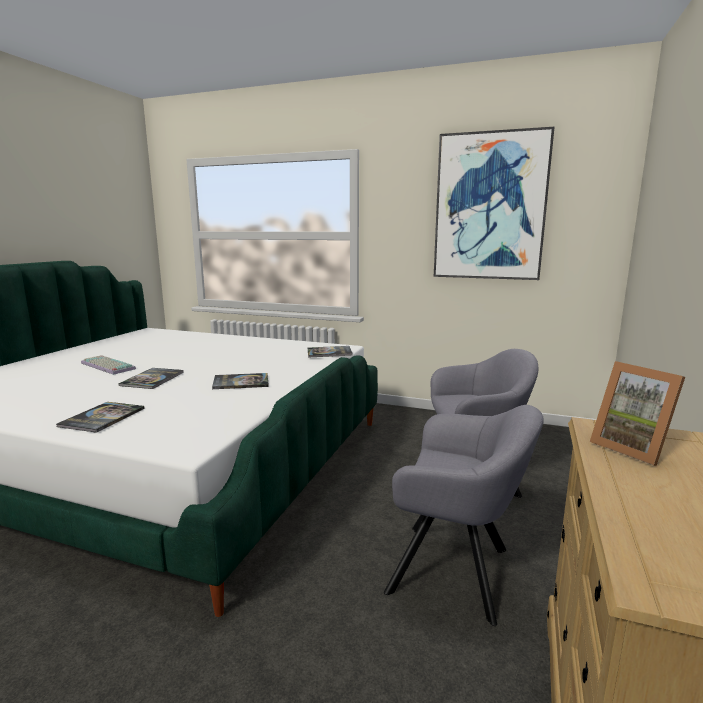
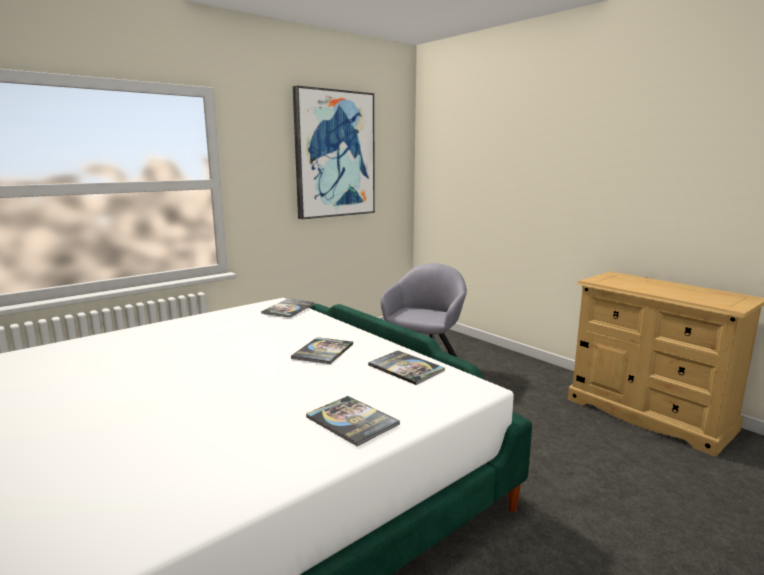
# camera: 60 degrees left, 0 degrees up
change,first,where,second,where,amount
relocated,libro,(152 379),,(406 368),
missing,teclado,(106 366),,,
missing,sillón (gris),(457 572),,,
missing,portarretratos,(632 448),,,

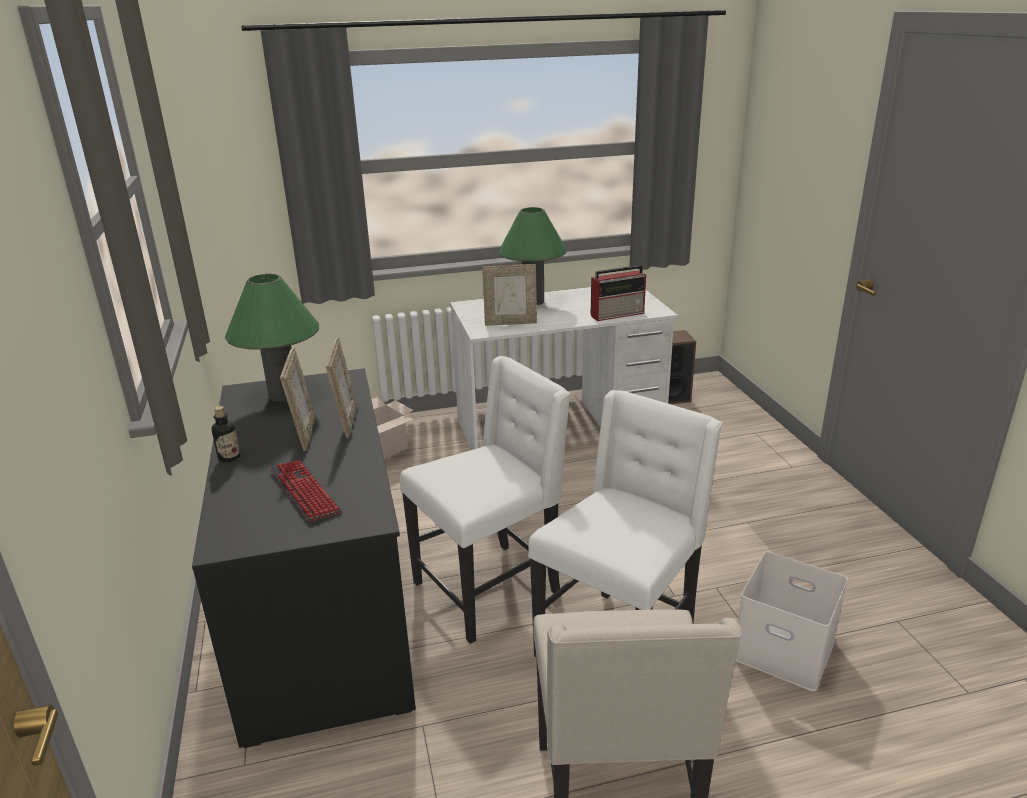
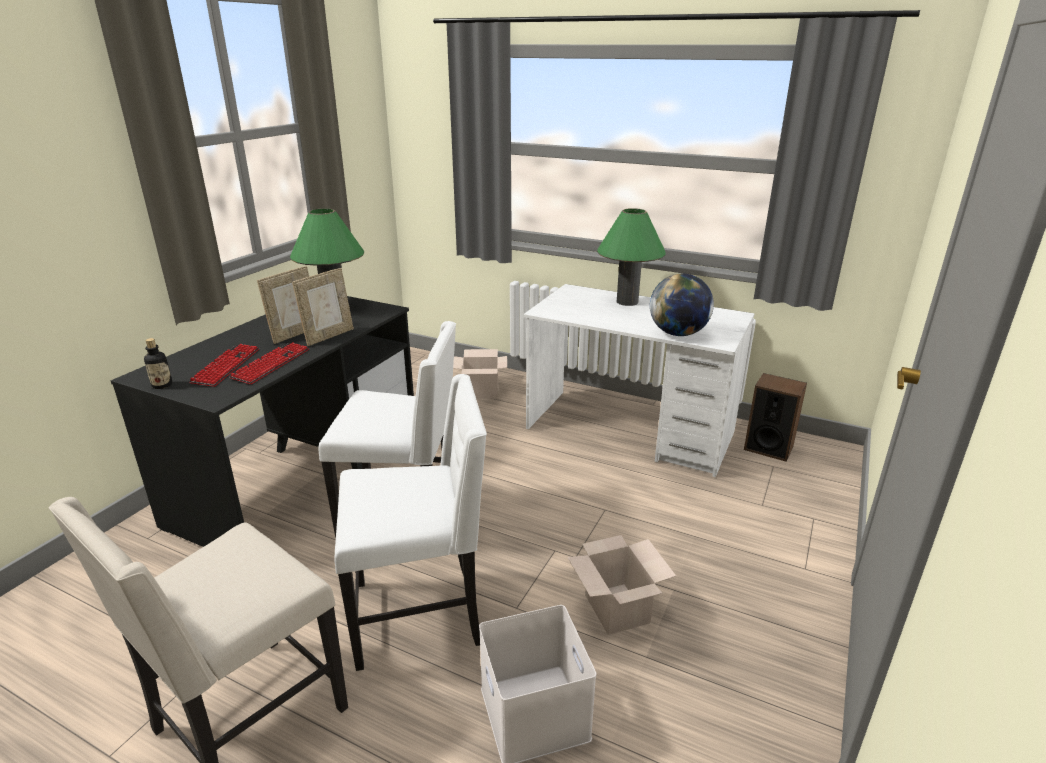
# camera: 40 degrees right, 0 degrees up
change,first,where,second,where,amount
relocated,botella,(229 457),,(162 385),
appeared,,,teclado,(271 364),
appeared,,,caja de cartón,(618 609),
exchanged,radio,(618 314),globo terráqueo,(678 333),
missing,portarretratos,(510 323),,,

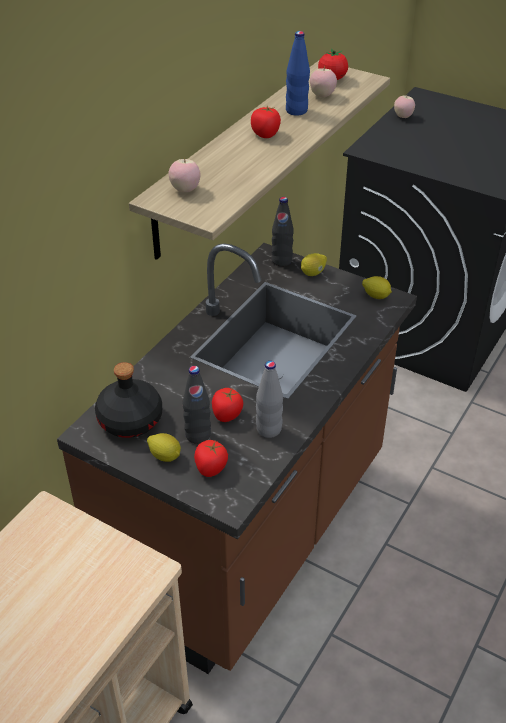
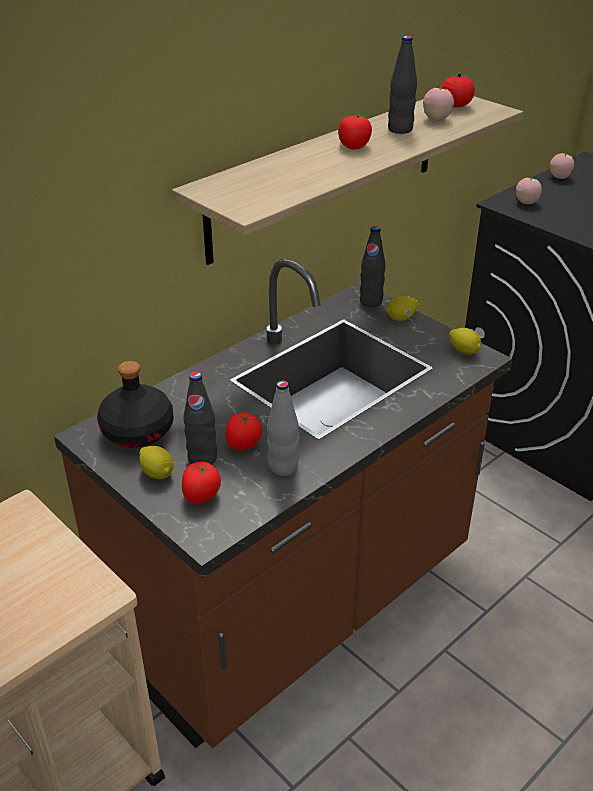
# camera: 15 degrees right, 5 degrees down
change,first,where,second,where,amount
colour,botella (azul),(296 111),botella (negro),(400 129),
relocated,manzana,(185 190),,(526 203),

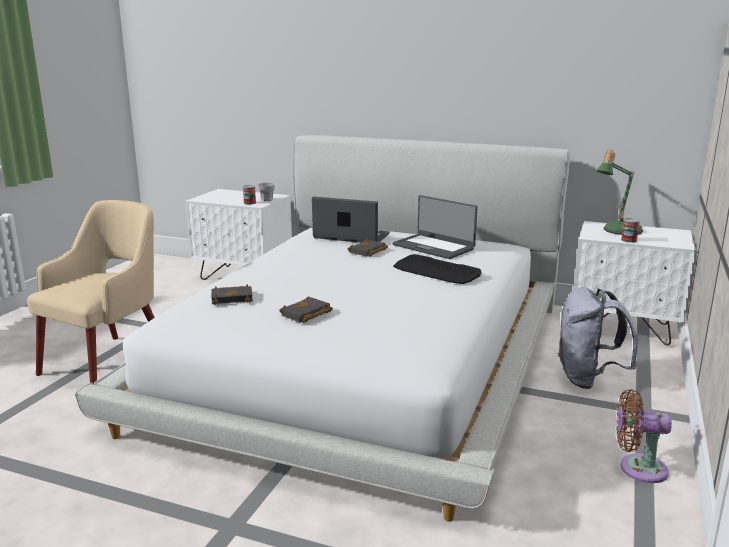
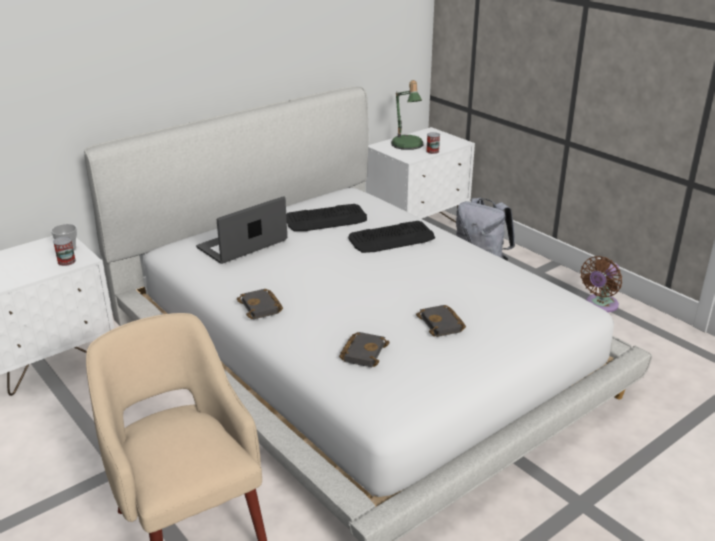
# camera: 60 degrees left, 10 degrees up
change,first,where,second,where,amount
relocated,libro (negro),(368 252),,(262 307),
exchanged,portátil,(434 247),teclado,(326 219),

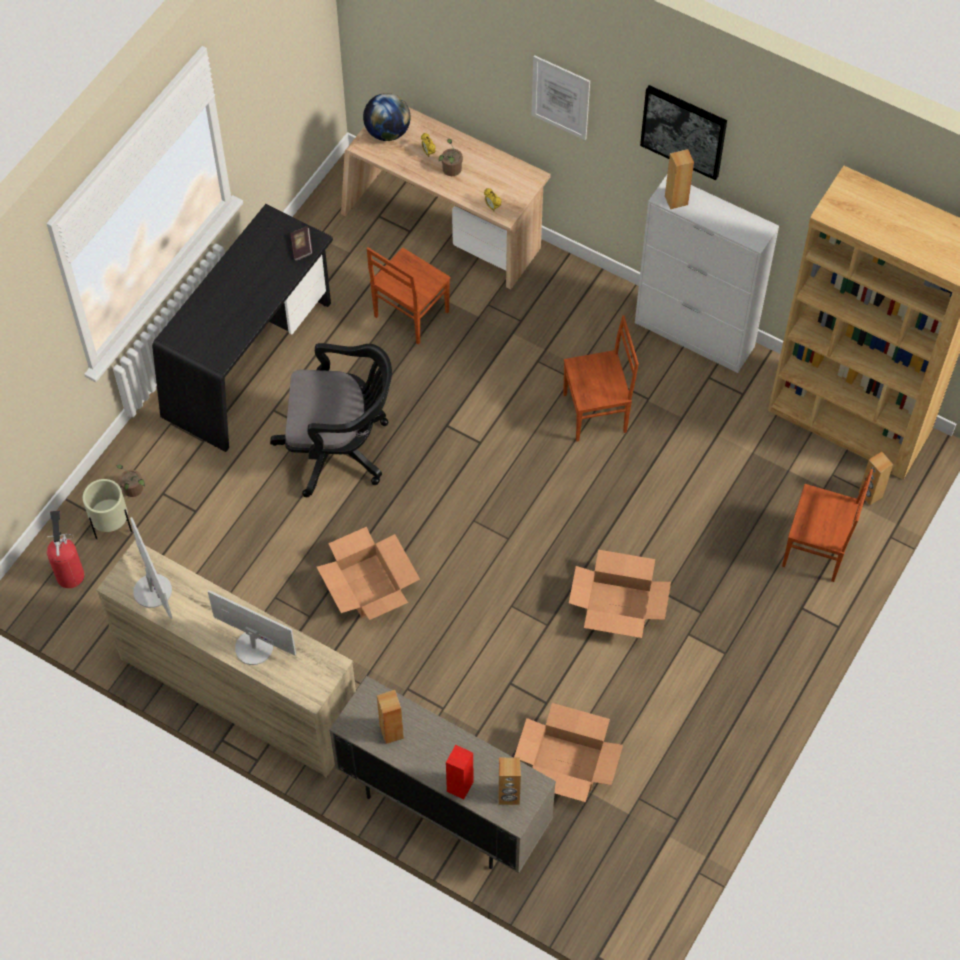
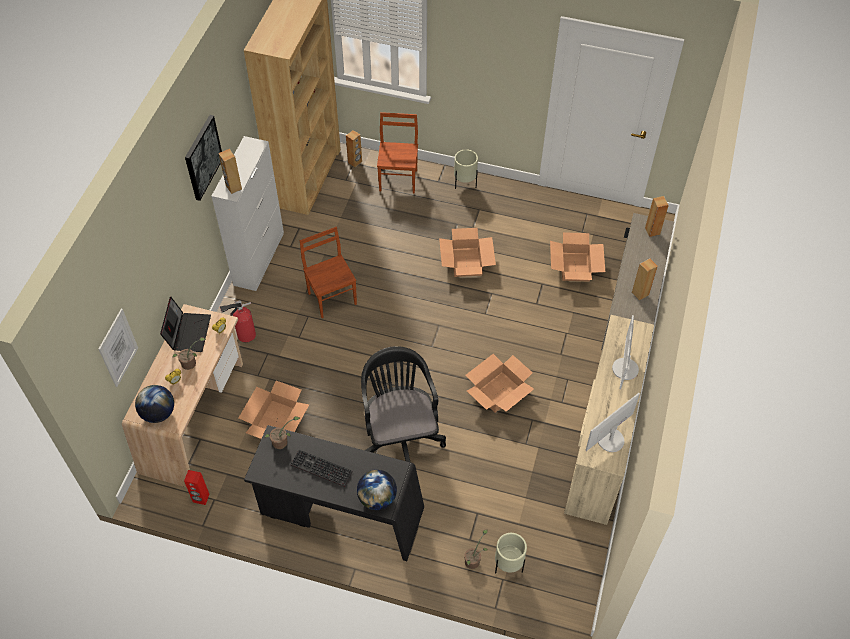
# camera: 105 degrees left, 5 degrees down
change,first,where,second,where,amount
relocated,cuadro,(560 97),,(118 348),
appeared,,,portátil,(188 332),
relocated,altavoz (rojo),(459 786),,(201 498),
relocated,extintor,(70 572),,(244 335),
exchanged,silla (marrón),(410 314),caja de cartón,(276 421),
exchanged,libro,(302 247),planta en maceta,(282 442),
appeared,,,teclado,(320 469),
appeared,,,globo terráqueo,(377 498),
appeared,,,maceta (beis),(465 184),

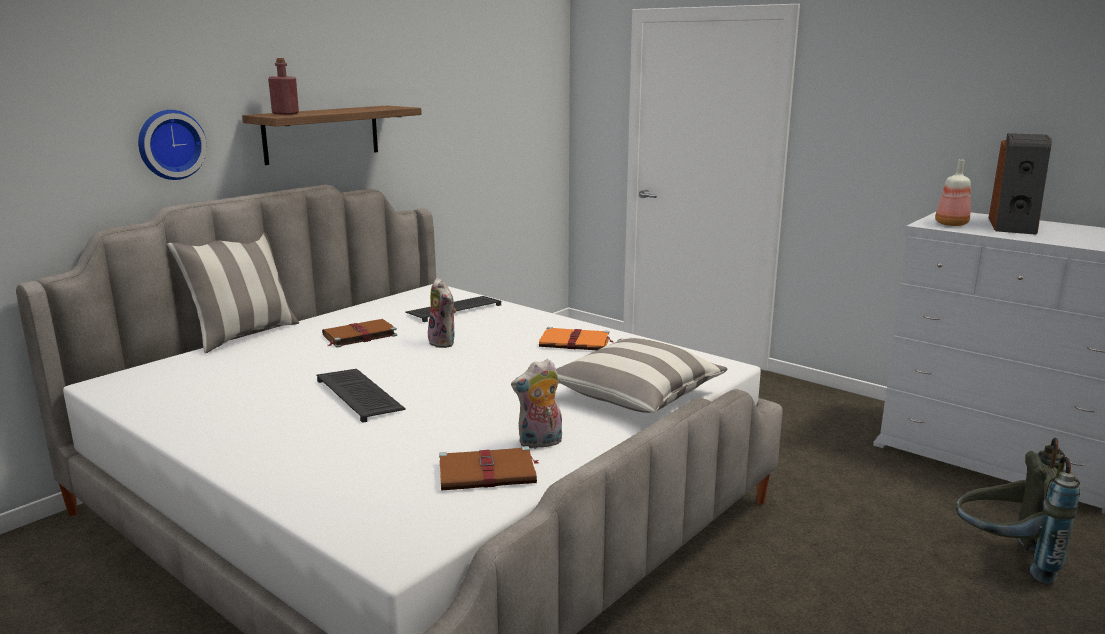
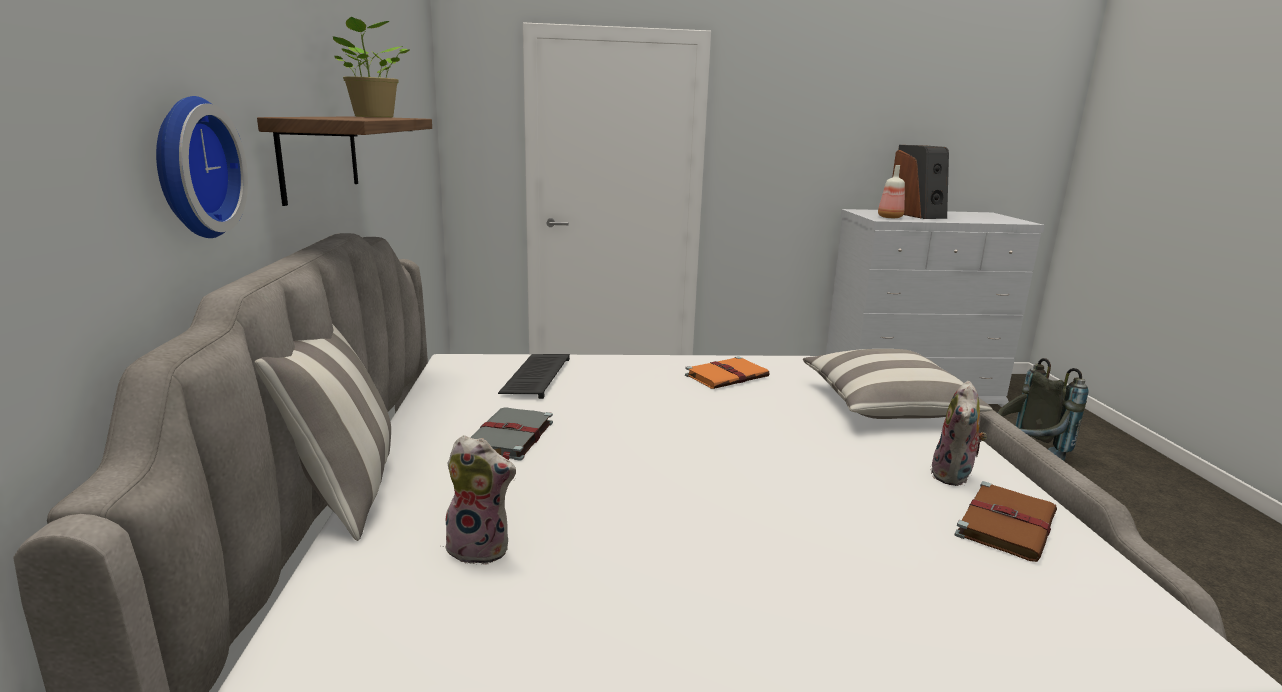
# camera: 45 degrees left, 0 degrees up
change,first,where,second,where,amount
appeared,,,planta en maceta,(373 117),
relocated,peluche,(444 342),,(481 548),
colour,libro (marrón),(358 335),libro (gris),(509 437),
missing,botella (rojo),(285 114),,,
missing,teclado,(361 396),,,

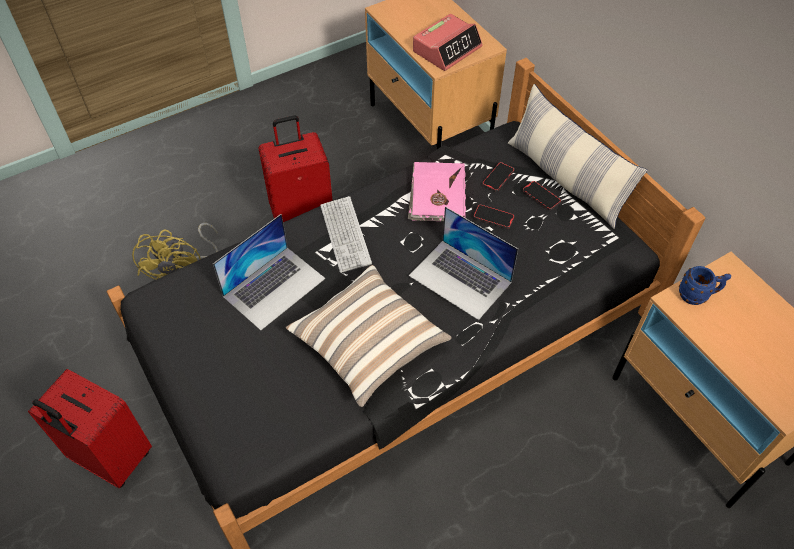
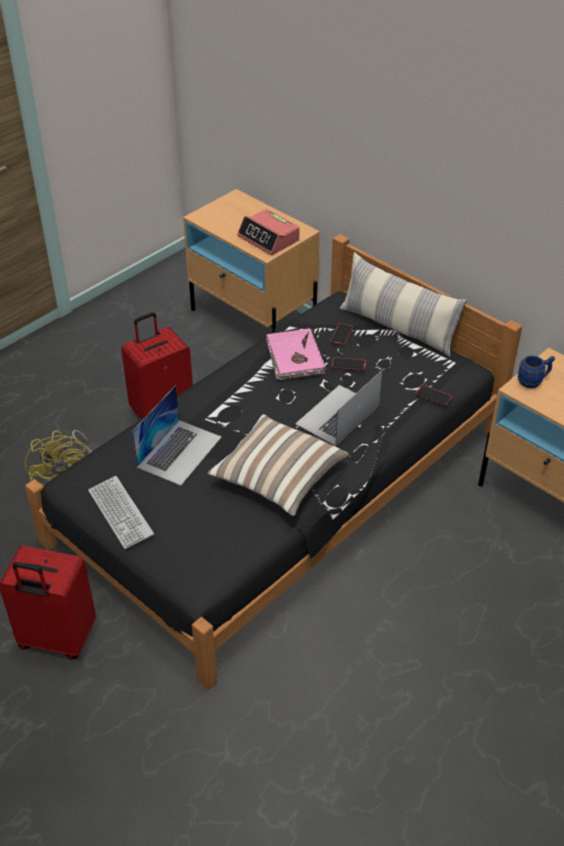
# camera: 15 degrees left, 10 degrees down
change,first,where,second,where,amount
relocated,teclado,(345 235),,(120 513),
spun,despertador,(447 49),,(269 239),105 degrees clockwise
spun,portátil,(460 279),,(337 415),105 degrees clockwise
relocated,móvil,(541 196),,(433 397),

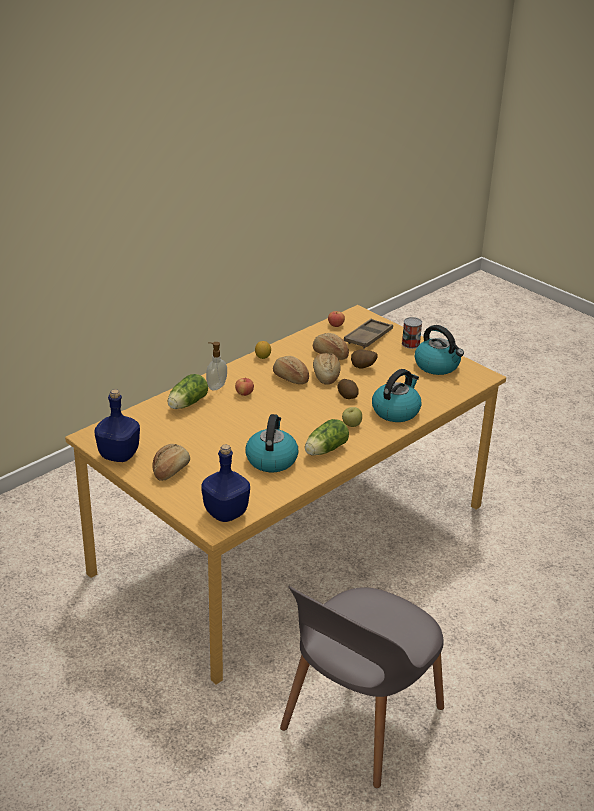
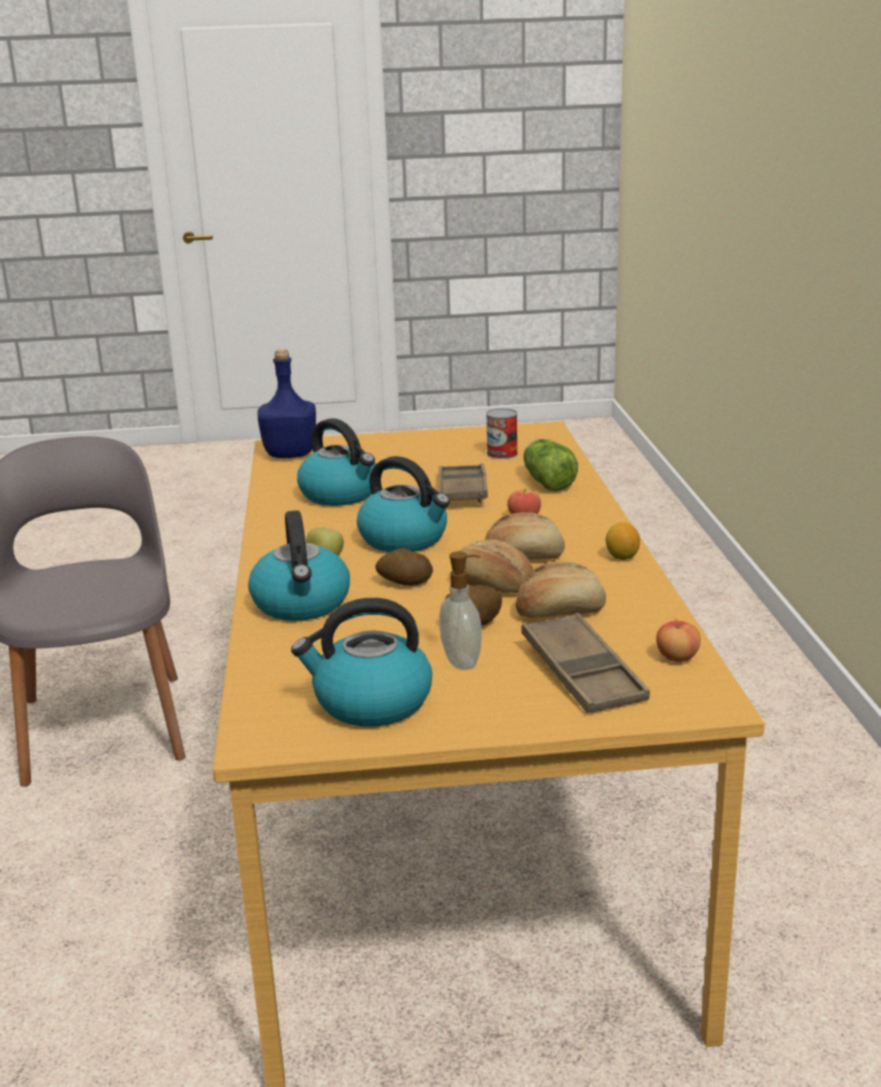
# camera: 130 degrees right, 10 degrees down
change,first,where,second,where,amount
appeared,,,hervidor,(405 539),
appeared,,,bandeja (marrón),(462 491),
relocated,dispensador de jabón,(216 386),,(463 661),
relocated,lata,(410 344),,(502 454),
missing,botella (azul),(118 455),,,
missing,pan,(170 470),,,
missing,lechuga,(324 450),,,

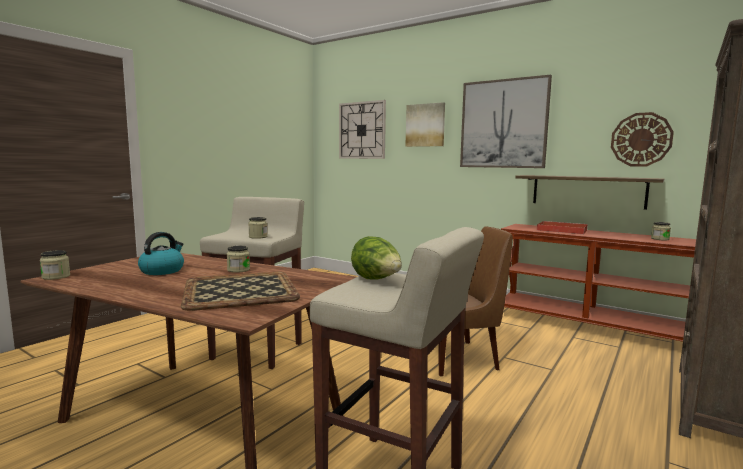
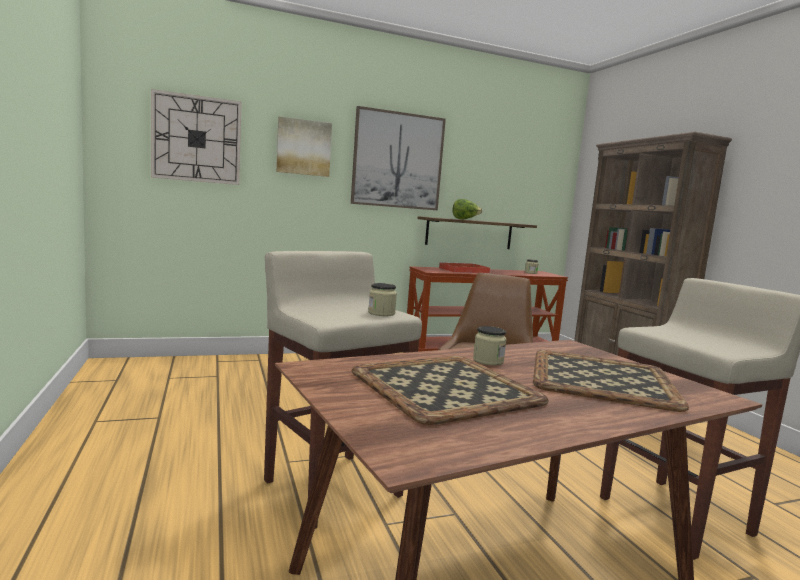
# camera: 55 degrees left, 0 degrees up
change,first,where,second,where,amount
exchanged,hervidor,(162 271),bandeja,(444 388),
relocated,lechuga,(377 280),,(465 219),
missing,tarro,(56 277),,,
missing,reloj de pared,(641 139),,,

